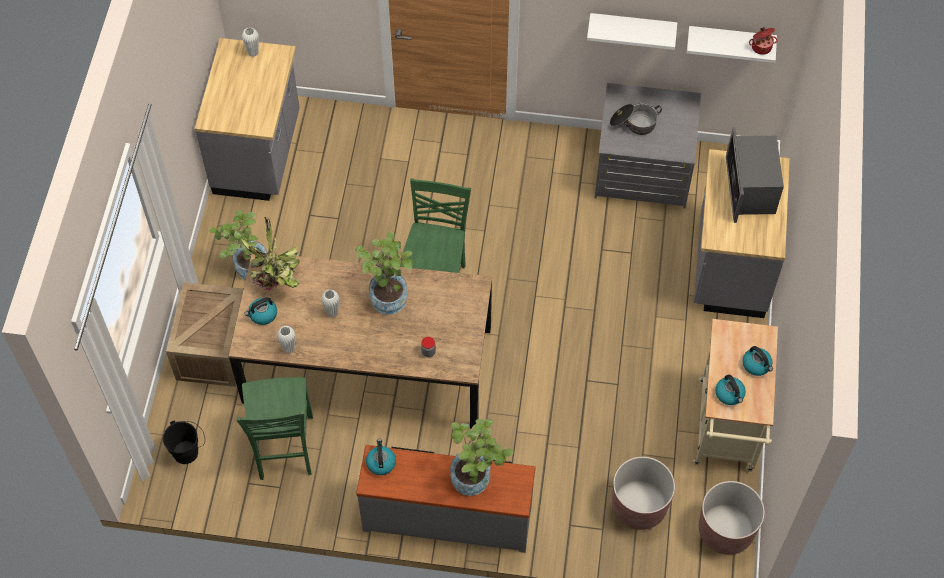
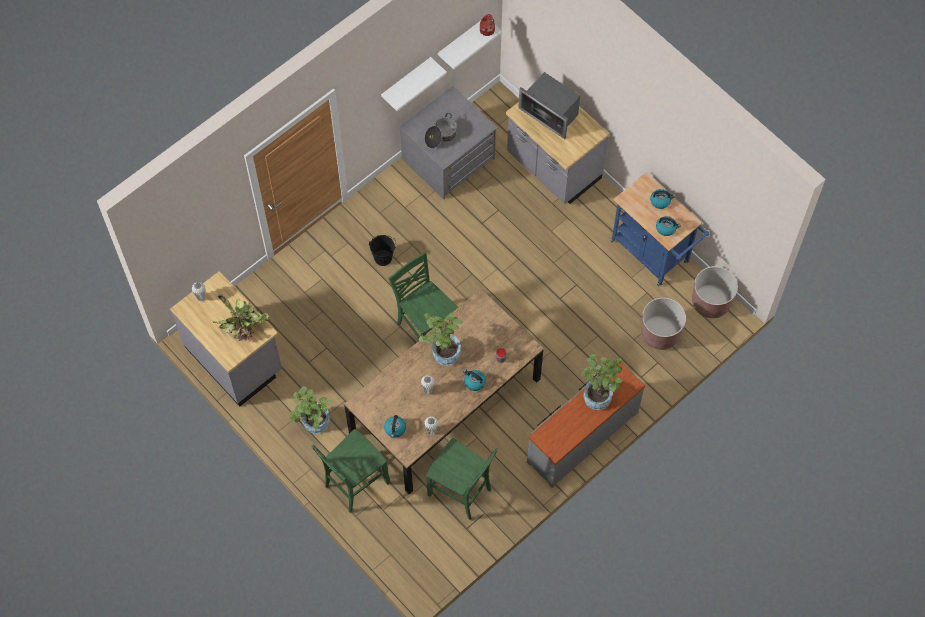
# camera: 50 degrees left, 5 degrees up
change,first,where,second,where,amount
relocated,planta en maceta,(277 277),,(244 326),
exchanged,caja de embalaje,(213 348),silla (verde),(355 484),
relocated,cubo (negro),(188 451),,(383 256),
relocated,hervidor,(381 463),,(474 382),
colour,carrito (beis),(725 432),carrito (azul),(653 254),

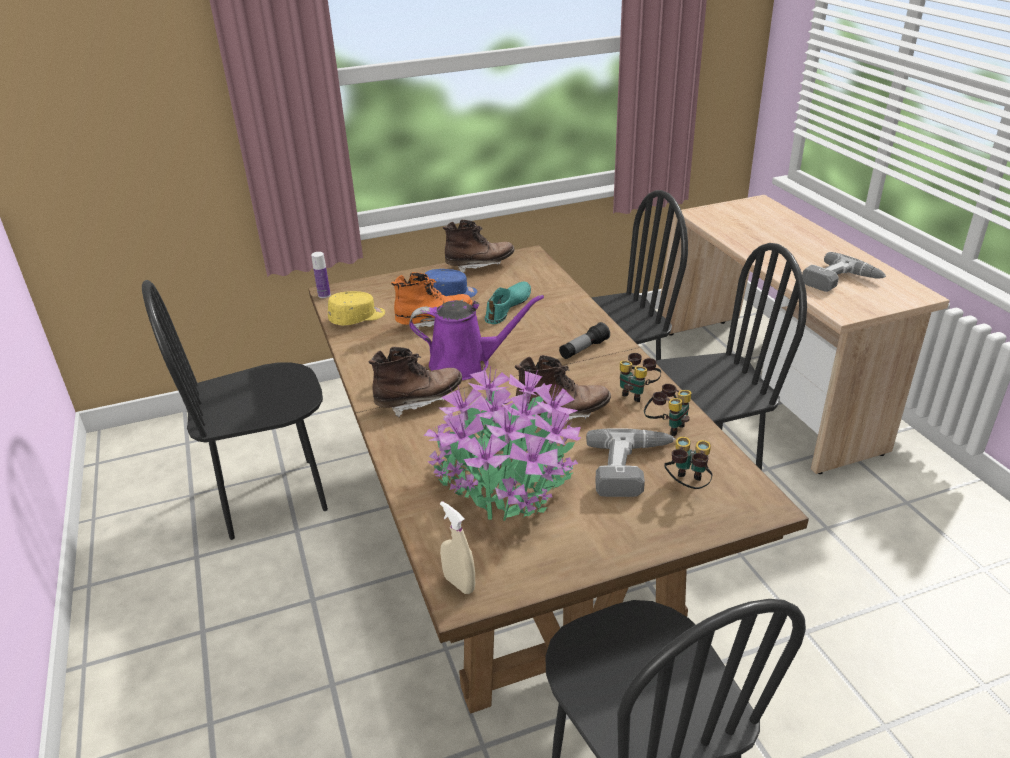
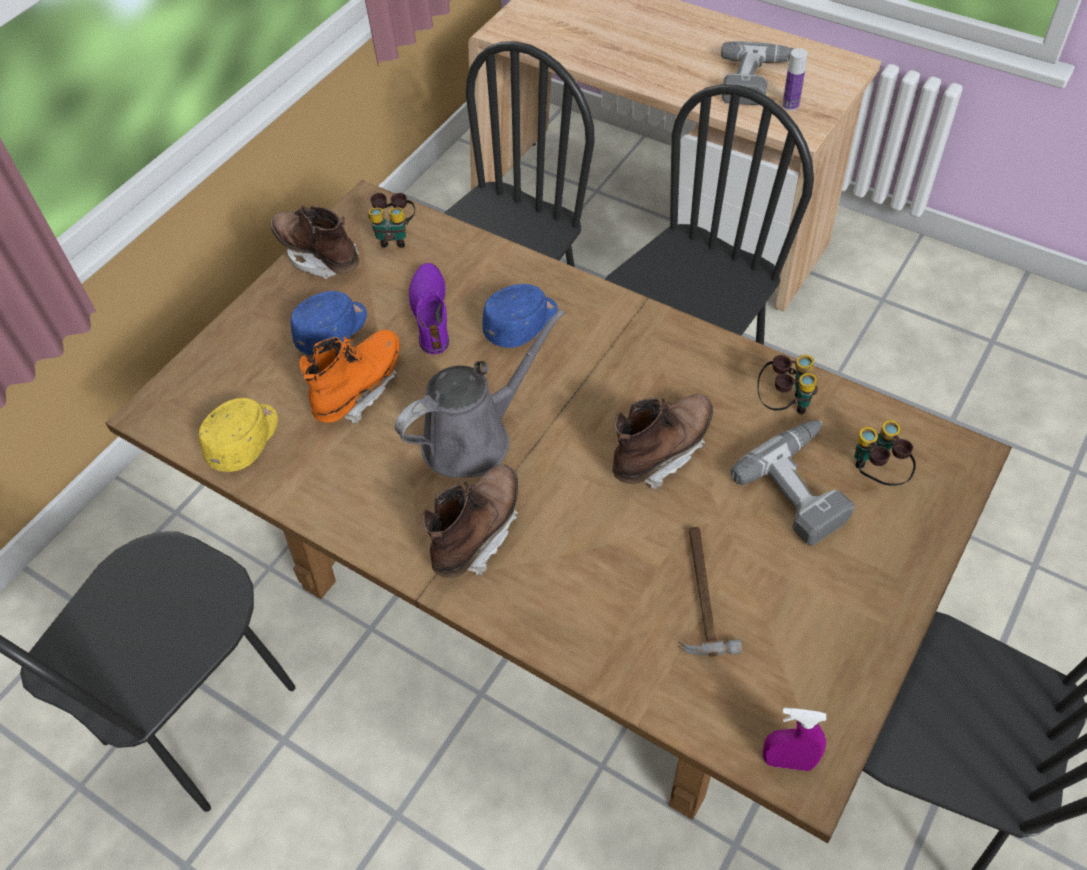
# camera: 35 degrees left, 20 degrees up
change,first,where,second,where,amount
spun,bota (marrón),(479 265),,(319 256),90 degrees counterclockwise
relocated,prismáticos,(637 393),,(395 236),
colour,regadera (morado),(466 364),regadera (gris),(474 438),
colour,zapato (turquesa),(508 307),zapato (morado),(432 313),
appeared,,,gorra (azul),(522 324),
exchanged,planta en maceta,(505 483),martillo,(700 592),
colour,pulverizador (beis),(459 584),pulverizador (morado),(788 761),
relocated,botella,(324 295),,(790 105),
missing,linterna,(583 349),,,

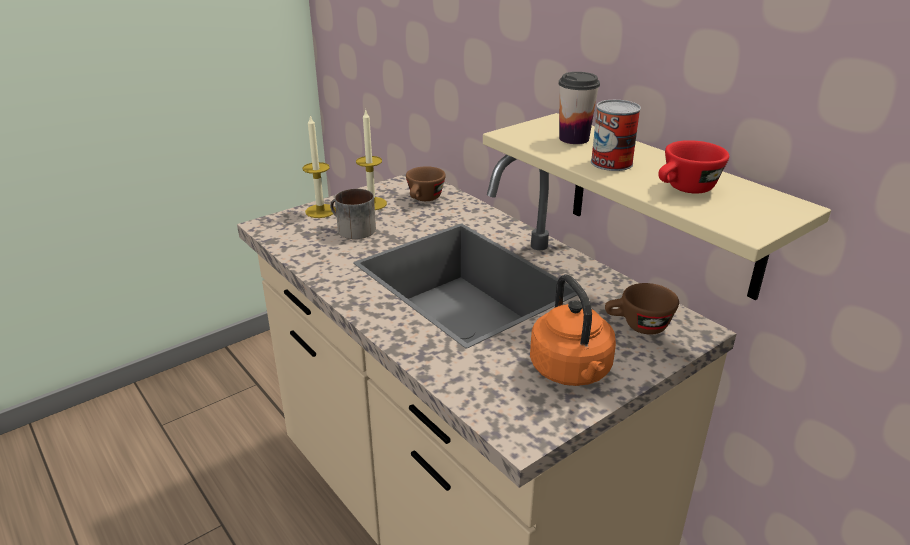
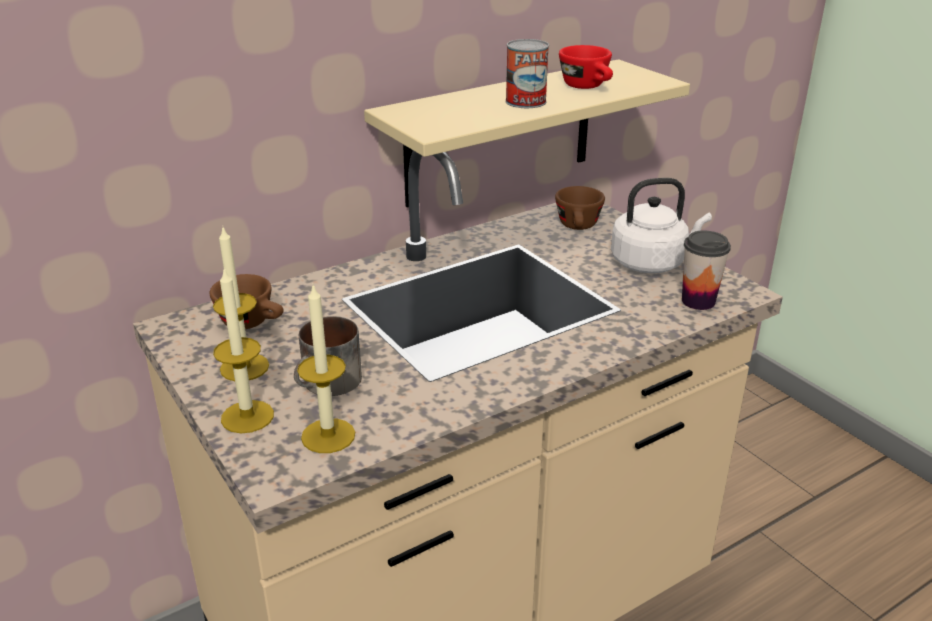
# camera: 85 degrees left, 0 degrees up
change,first,where,second,where,amount
appeared,,,vela,(328 436),
colour,hervidor (naranja),(572 372),hervidor (blanco),(651 262),
relocated,taza,(574 138),,(698 301),

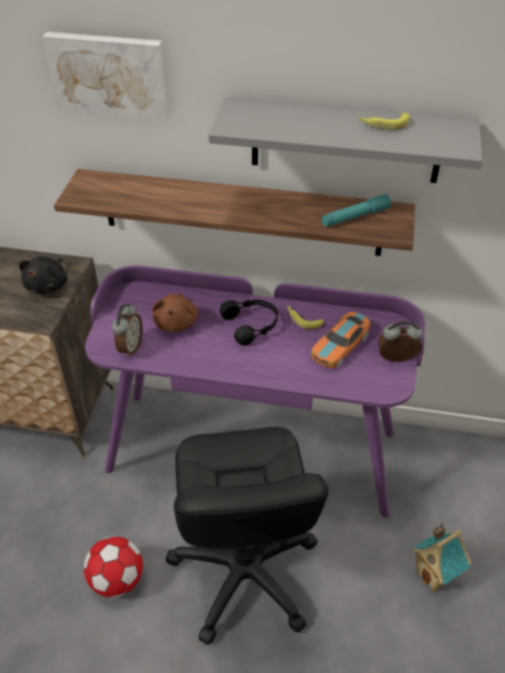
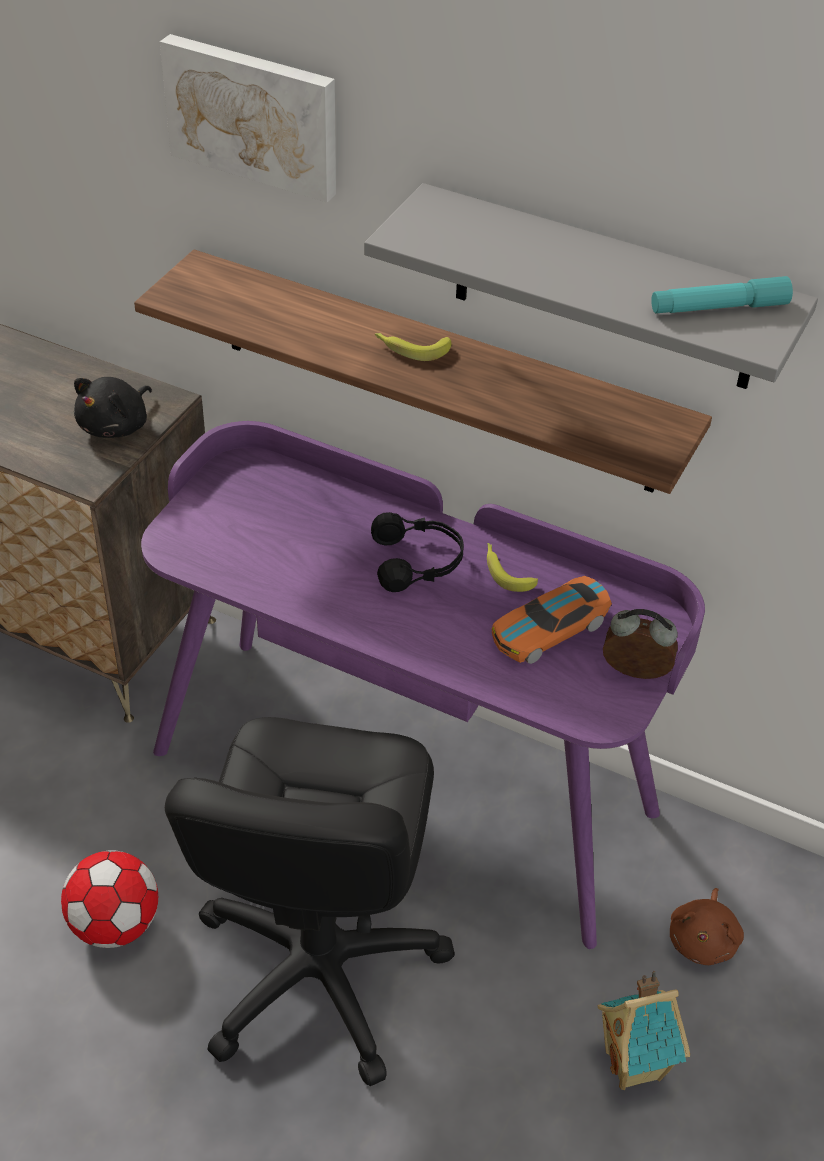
# camera: 15 degrees right, 0 degrees up
change,first,where,second,where,amount
relocated,plátano,(383 124),,(411 348),
relocated,linterna (turquesa),(355 217),,(719 308),
relocated,peluche (marrón),(177 322),,(703 940),
missing,despertador,(130 347),,,

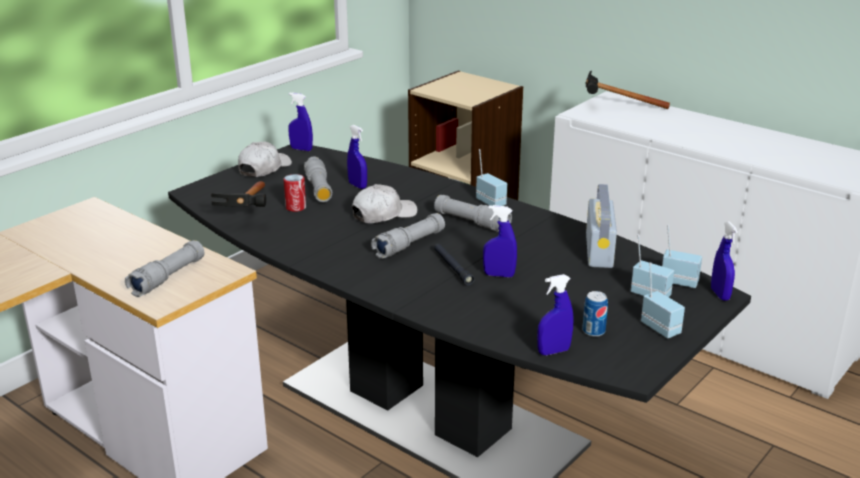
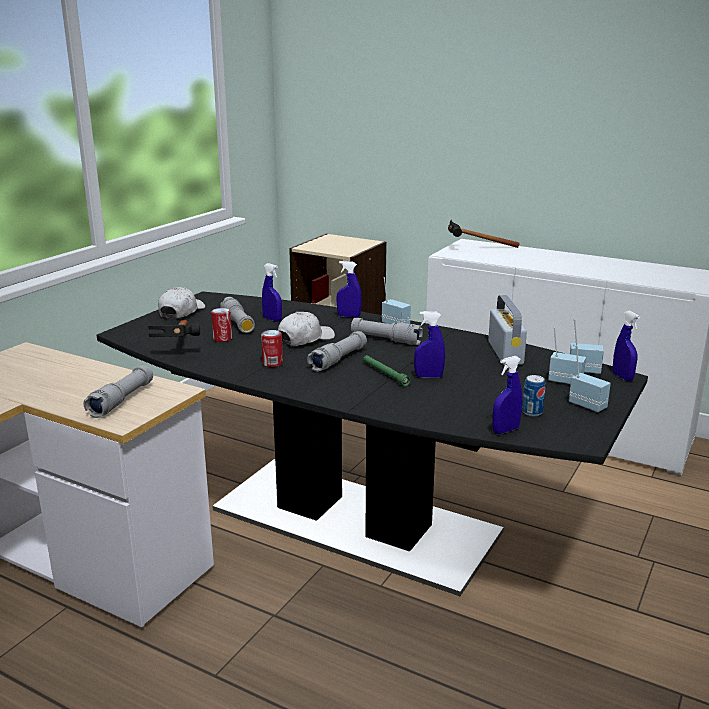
# camera: 10 degrees left, 5 degrees down
change,first,where,second,where,amount
appeared,,,lata,(272 363),
relocated,pulverizador (azul),(301 149),,(349 316),
colour,linterna (negro),(452 268),linterna (verde),(385 374),

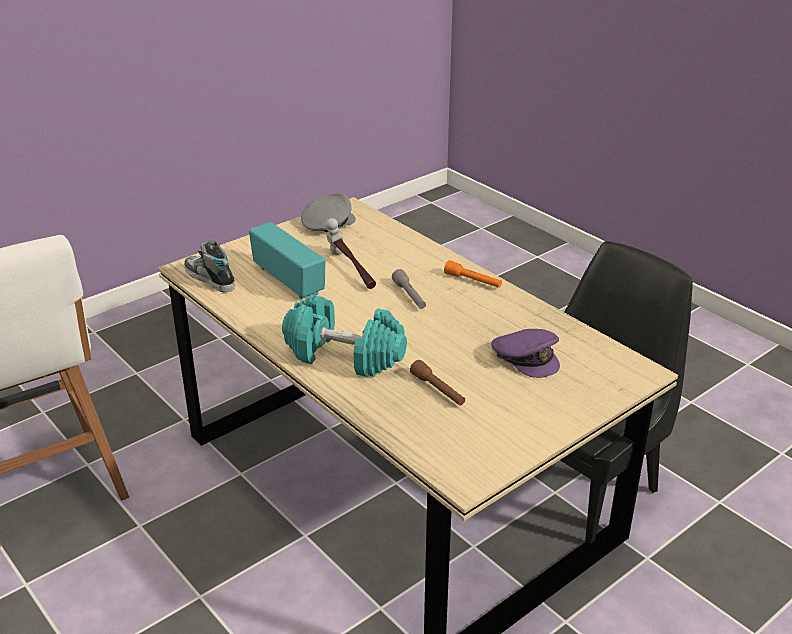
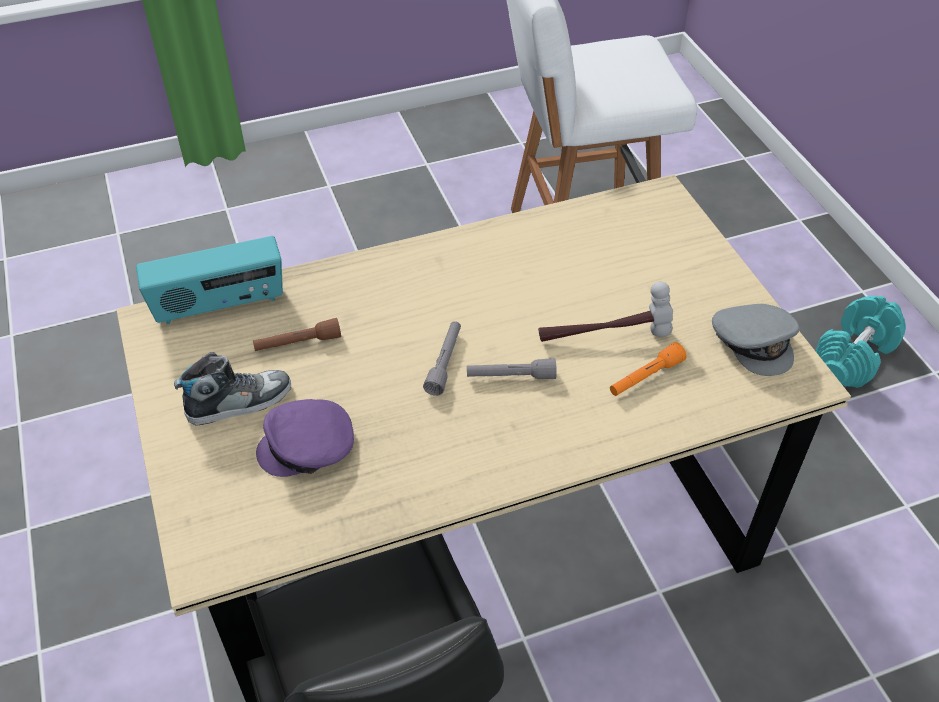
# camera: 110 degrees right, 15 degrees up
change,first,where,second,where,amount
relocated,radio,(289 280),,(219 305),
relocated,zapato,(210 278),,(239 402),
appeared,,,linterna (gris),(445 362),
relocated,linterna (naranja),(473 281),,(645 377),
relocated,mancuerna (turquesa),(343 356),,(853 355),

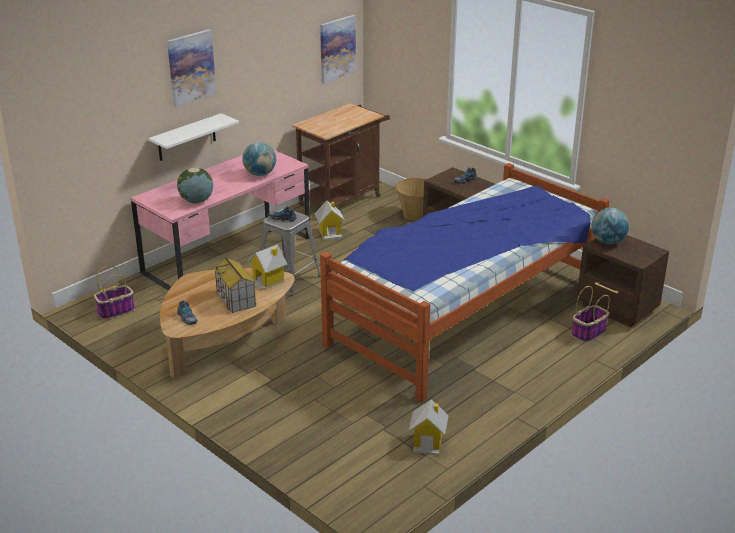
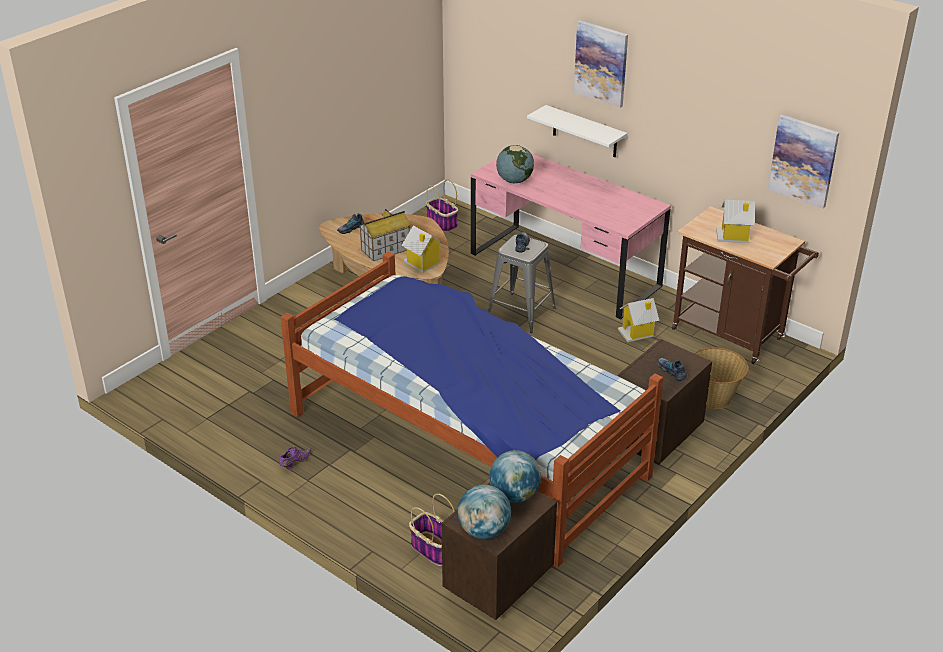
# camera: 85 degrees right, 5 degrees up
change,first,where,second,where,amount
appeared,,,zapato (morado),(295 463),
relocated,globo terráqueo,(260 174),,(483 531),
relocated,casita,(428 442),,(733 236),

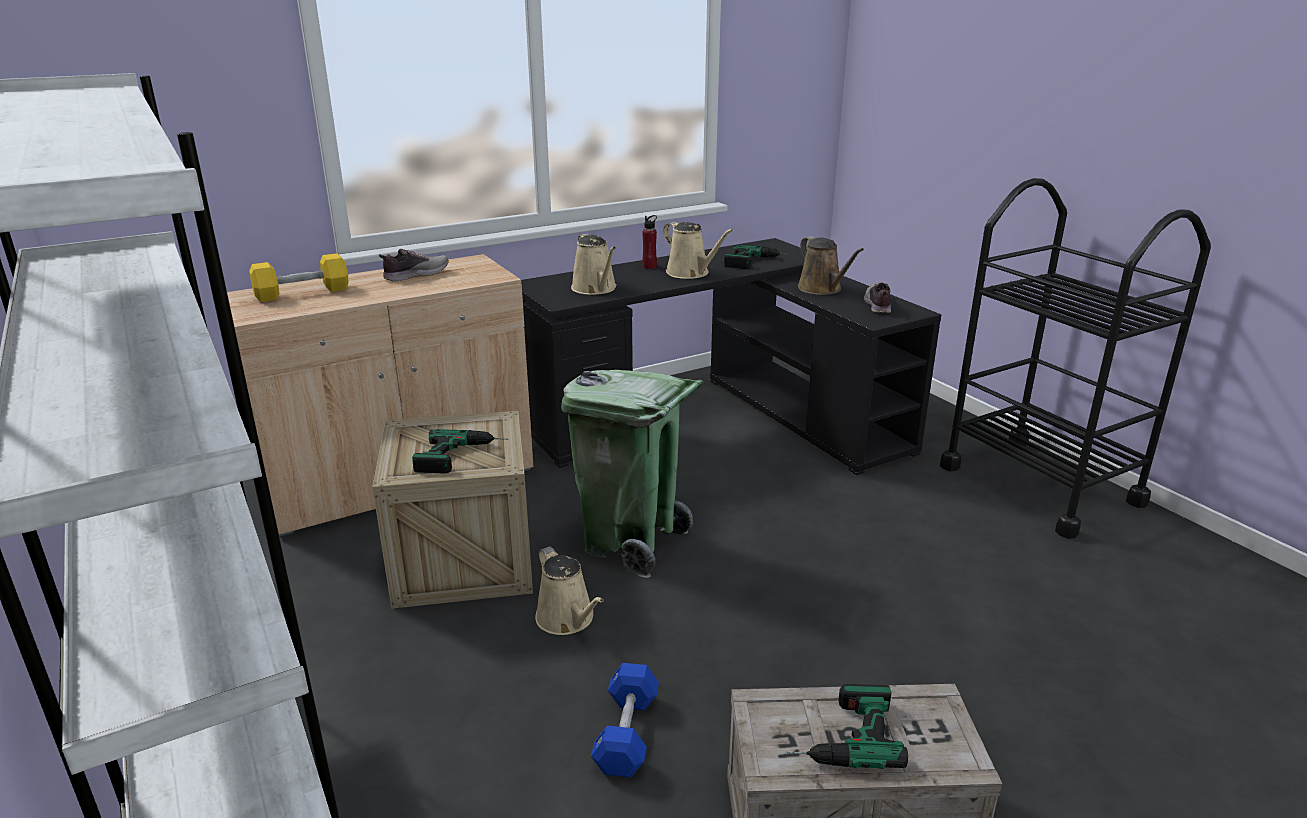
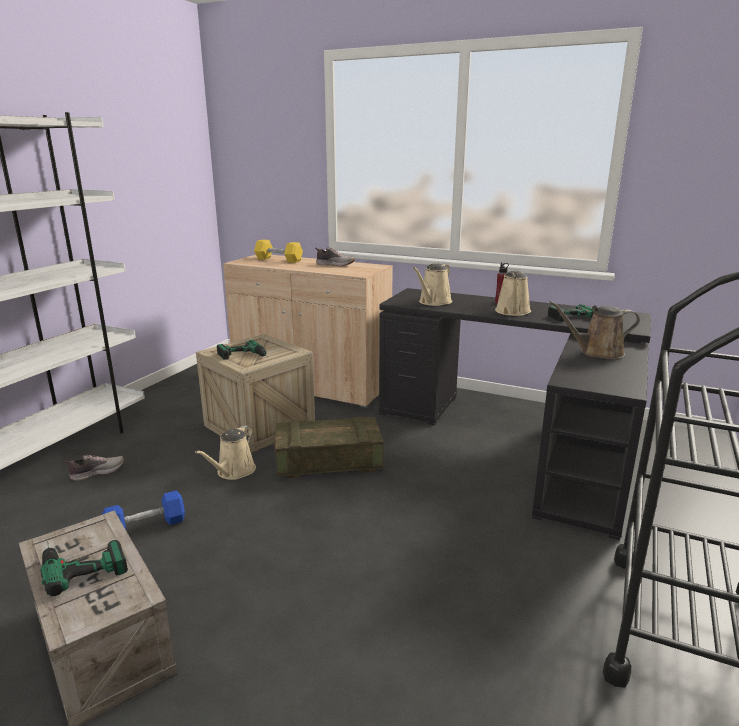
# camera: 55 degrees right, 5 degrees down
change,first,where,second,where,amount
relocated,zapato,(877 305),,(97 472),
exchanged,papelera (verde),(631 542),caja de embalaje,(328 462),
spun,regadera (marrón),(822 289),,(597 352),60 degrees clockwise

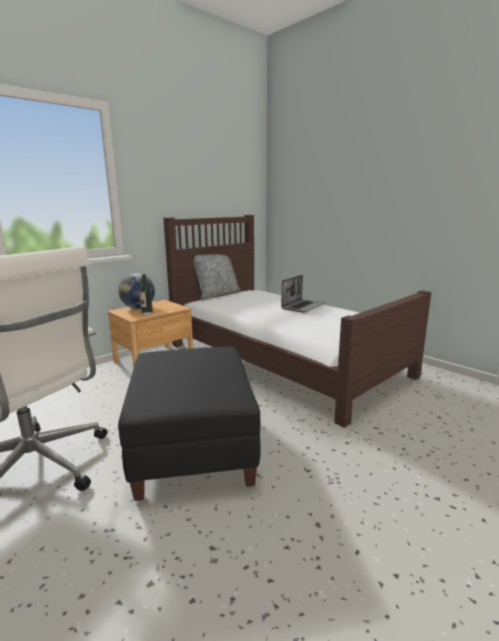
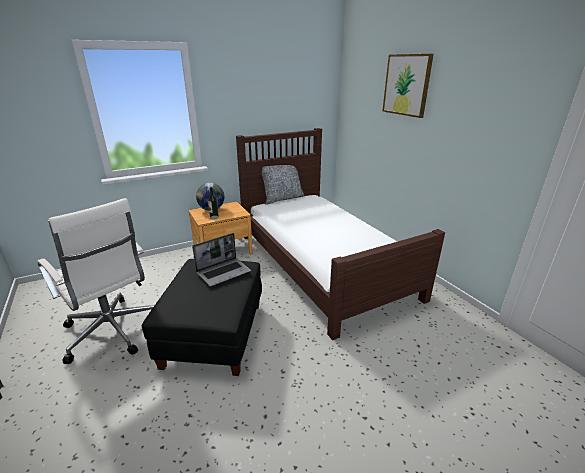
# camera: 15 degrees right, 10 degrees up
change,first,where,second,where,amount
relocated,portátil,(303 306),,(224 272),
appeared,,,cuadro,(406 85),

